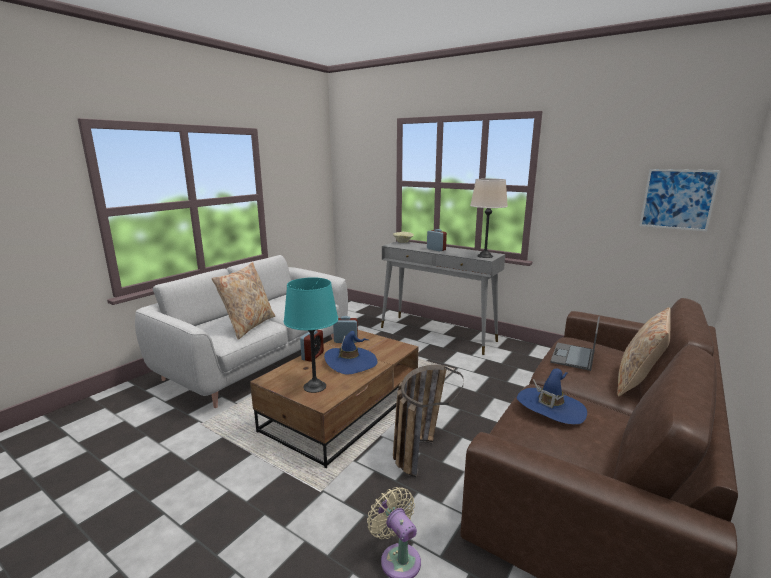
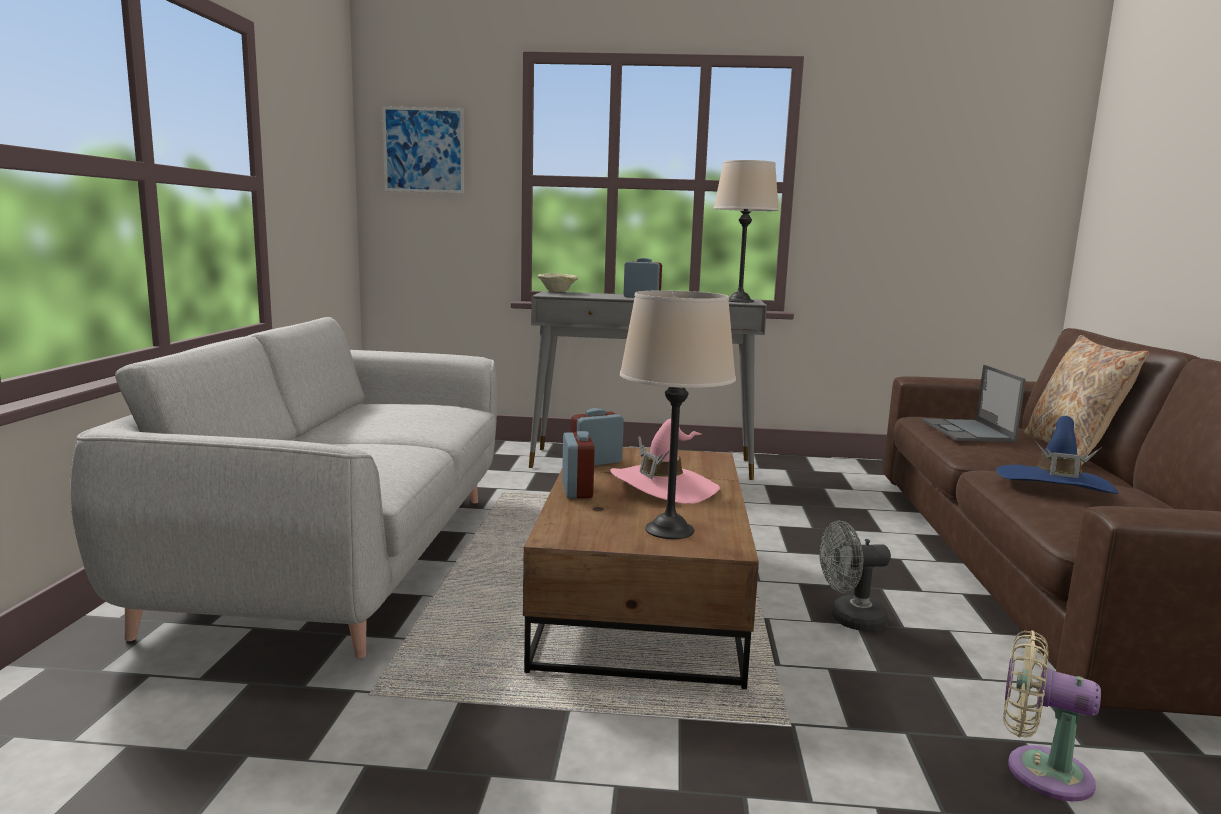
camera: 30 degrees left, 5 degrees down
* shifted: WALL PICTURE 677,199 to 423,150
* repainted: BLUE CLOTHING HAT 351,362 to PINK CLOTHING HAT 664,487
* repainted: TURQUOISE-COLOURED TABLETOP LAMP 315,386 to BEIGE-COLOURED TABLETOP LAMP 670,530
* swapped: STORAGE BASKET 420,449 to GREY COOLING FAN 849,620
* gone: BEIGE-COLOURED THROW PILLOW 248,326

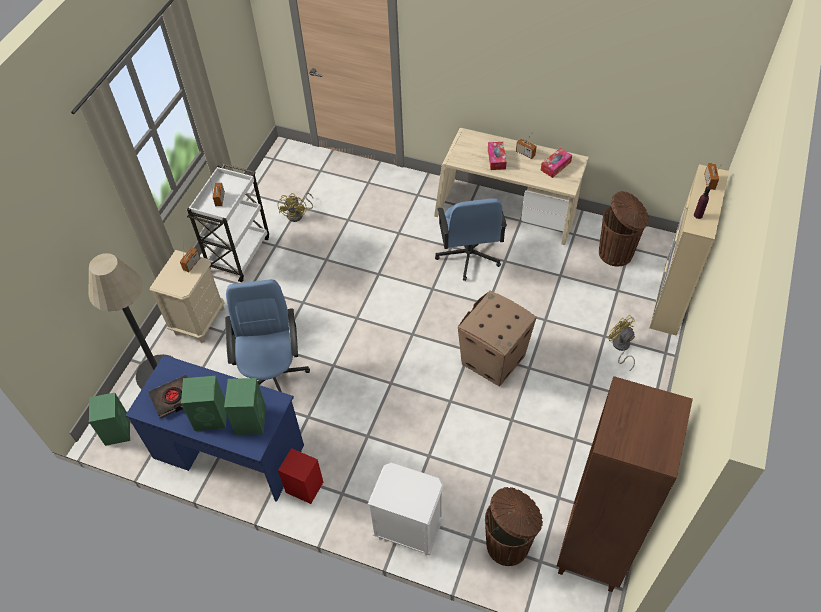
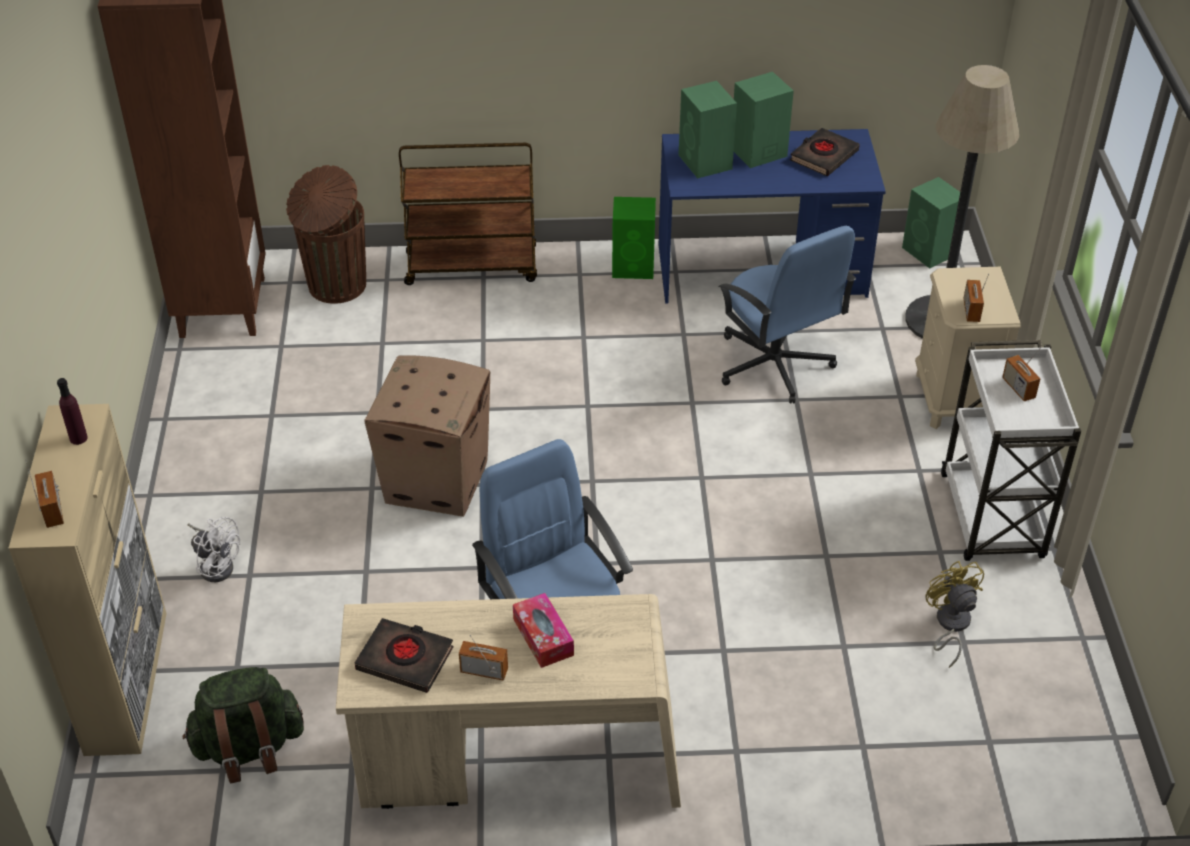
camera: 155 degrees right, 10 degrees down
* swapped: BROWNISH TRASH CAN 617,253 to GREEN-COLOURED KNAPSACK 249,748
* repainted: YELLOW-COLOURED COOLING FAN 620,347 to WHITE-COLOURED COOLING FAN 216,564
* swapped: BOX OF TISSUES 555,166 to BLACK-COLOURED BOUND BOOK 405,659
* swapped: WHITE-COLOURED NIGHTSTAND 408,529 to BROWNISH TROLLEY 472,266
* repainted: RED-COLOURED SPEAKER 303,487 to GREEN-COLOURED SPEAKER 634,267

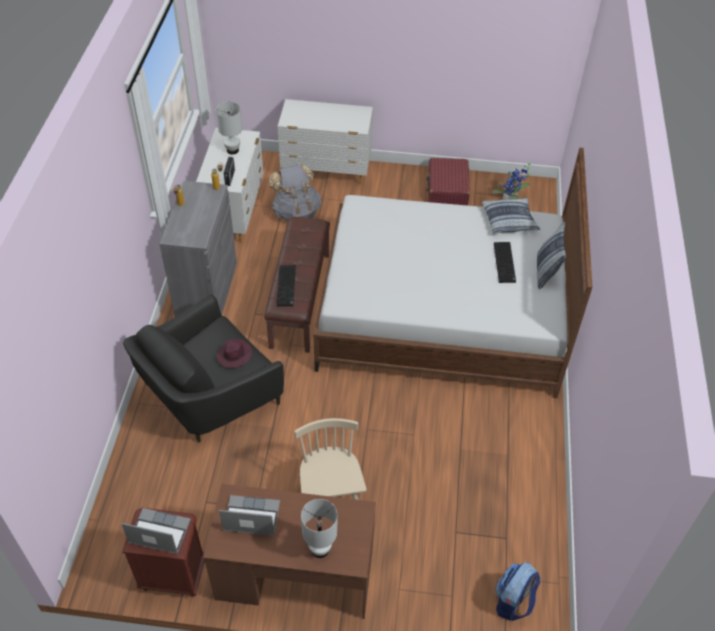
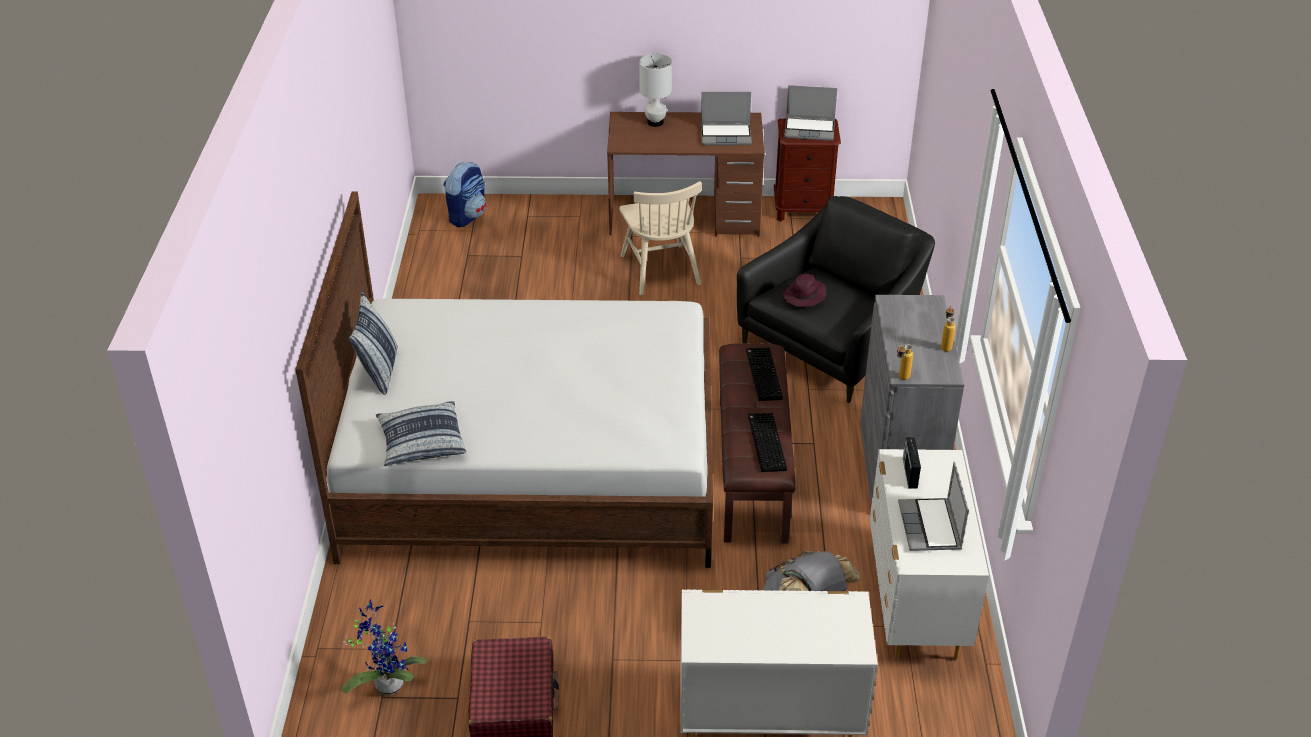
camera: 175 degrees right, 10 degrees down
* shifted: PC KEYBOARD 505,263 to 765,442
* swapped: WHITE-COLOURED TABLETOP LAMP 232,150 to NOTEBOOK COMPUTER 931,527

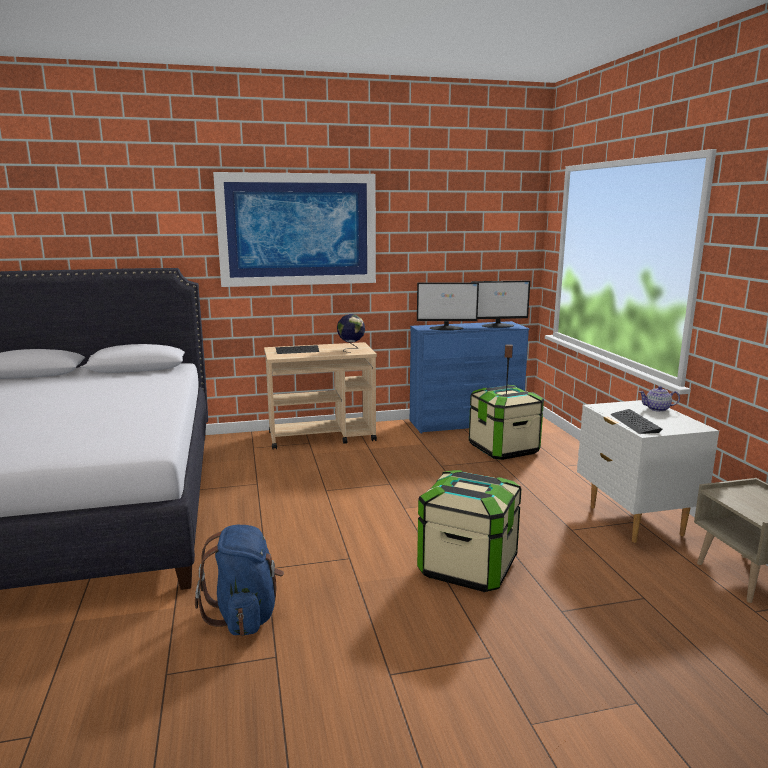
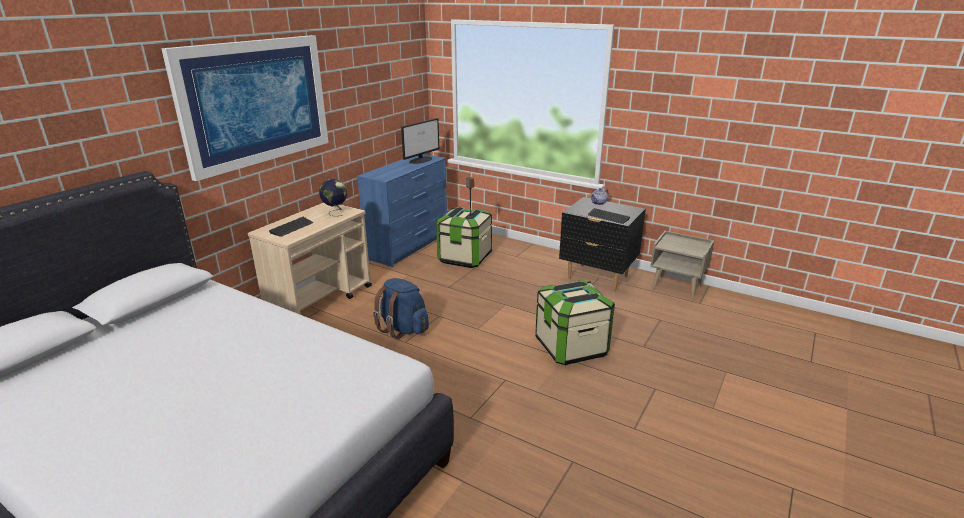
camera: 45 degrees left, 10 degrees up
* shifted: BLUE KNAPSACK 245,615 to 403,329
* repainted: WHITE-COLOURED NIGHTSTAND 634,521 to BLACK-COLOURED NIGHTSTAND 597,278
* gone: COMPUTER DISPLAY 446,328

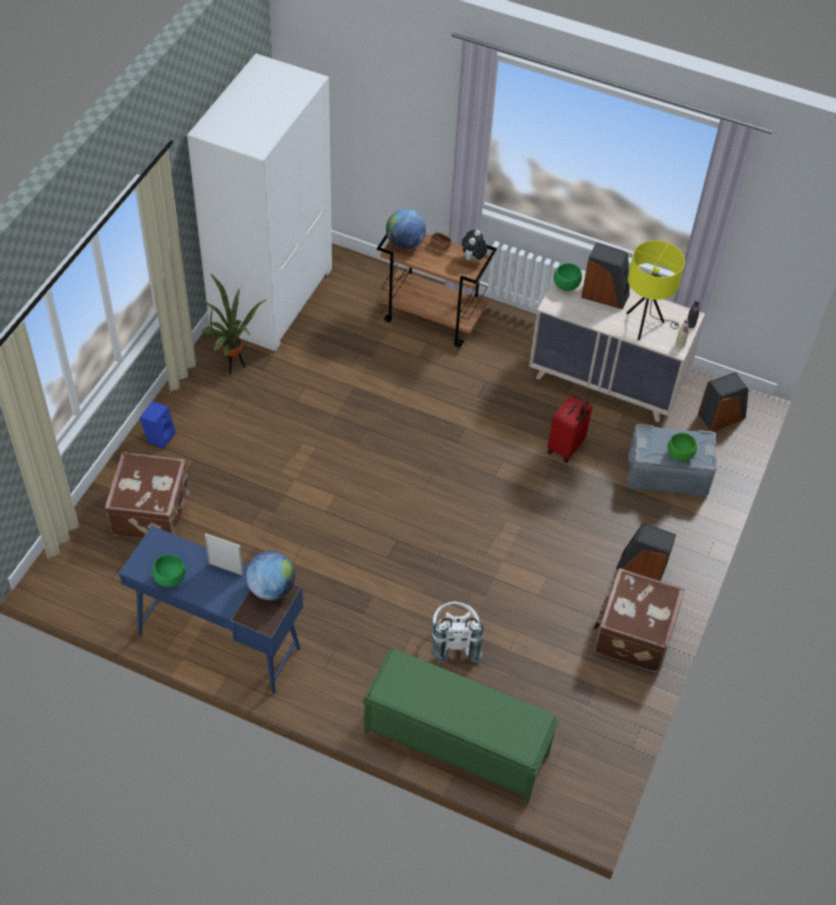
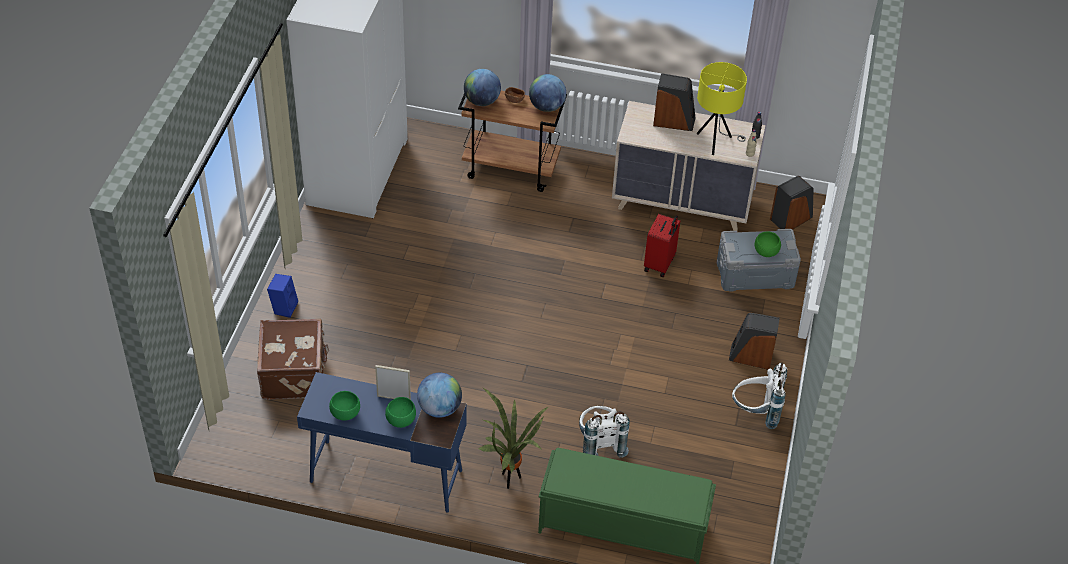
camera: 10 degrees left, 5 degrees down
* shifted: GREEN-COLOURED DEEP DISH 565,285 to 400,420
* shifted: HOUSEPLANT 234,366 to 510,478
* swapped: SOFT TOY 473,259 to GLOBE 546,107
* swapped: BROWNISH PIECE OF LUGGAGE 632,634 to WHITE-COLOURED KNAPSACK 756,413

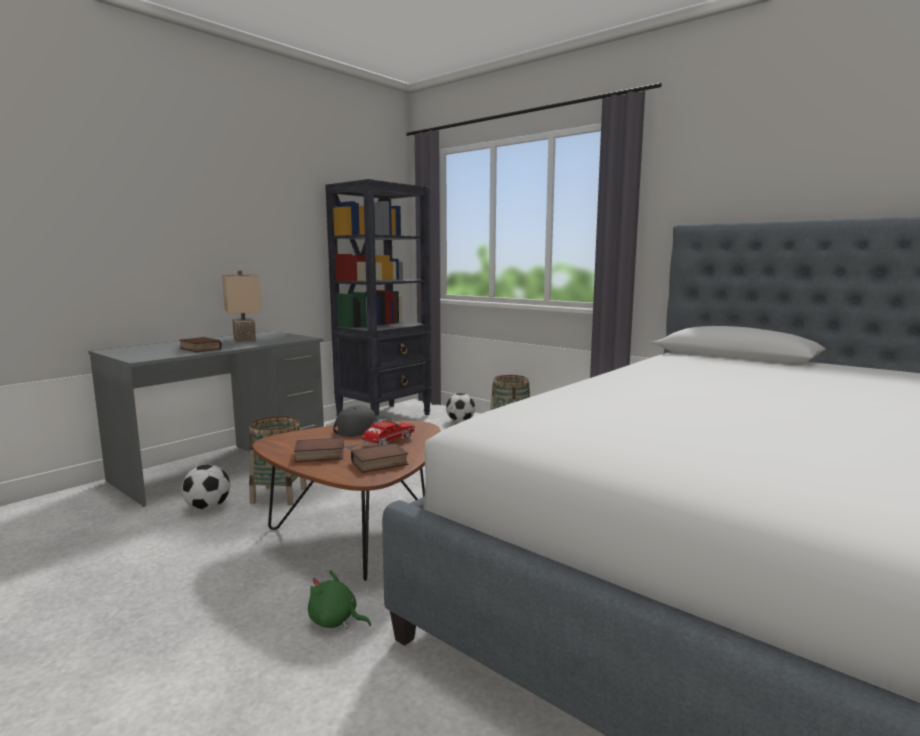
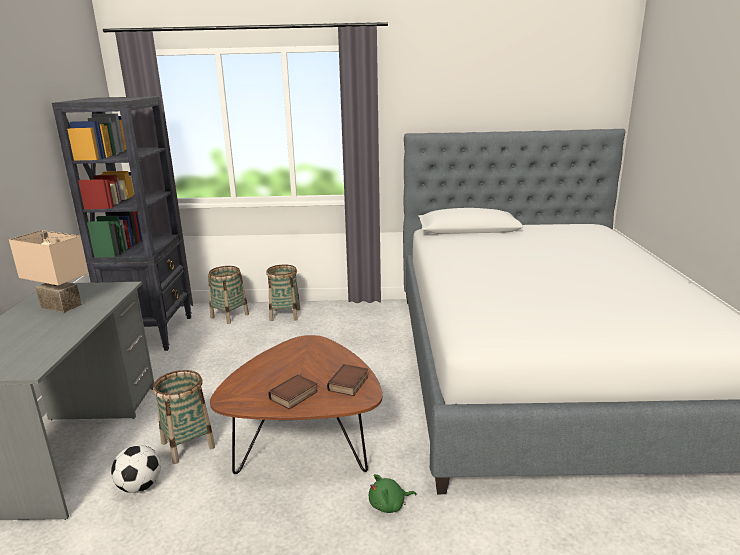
camera: 40 degrees left, 10 degrees up
* swapped: FOOTBALL 460,421 to STORAGE BASKET 229,316
* gone: BOUND BOOK 199,349
* gone: GREY CAP 363,429
* gone: MODEL TRUCK 386,443

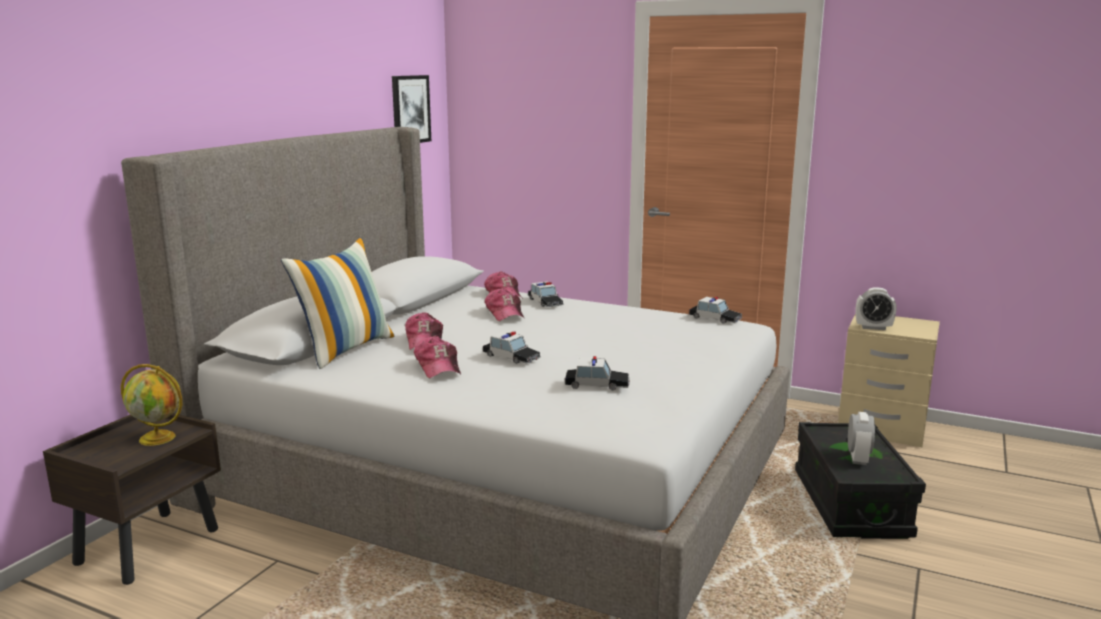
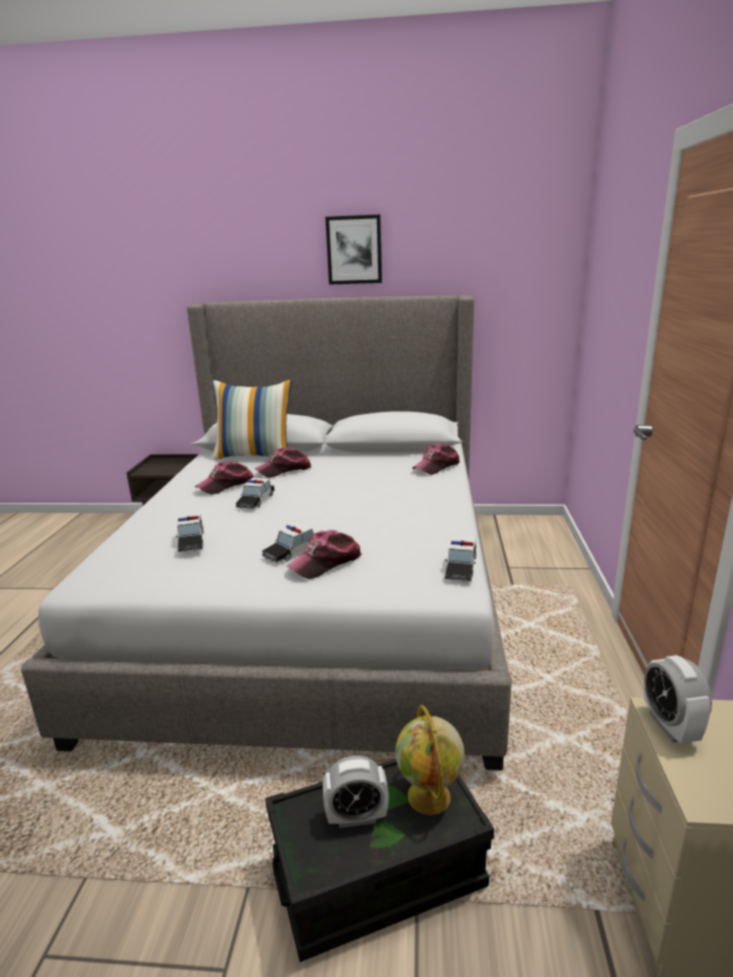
camera: 70 degrees right, 5 degrees up
* shifted: TOY CAR 545,302 to 292,551
* shifted: CAP 505,313 to 325,563
* shifted: WALL PICTURE 410,109 to 354,250
* shifted: GLOBE 158,438 to 429,797

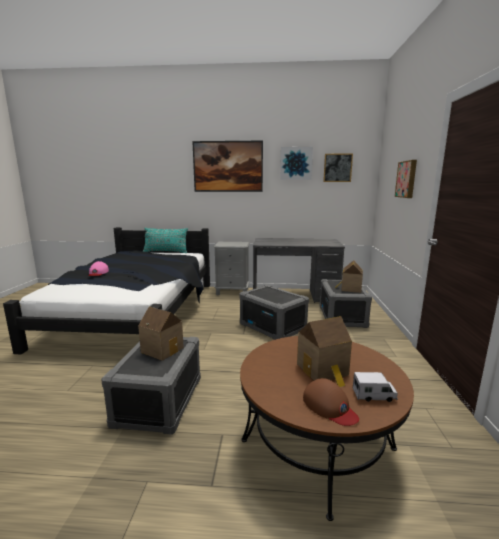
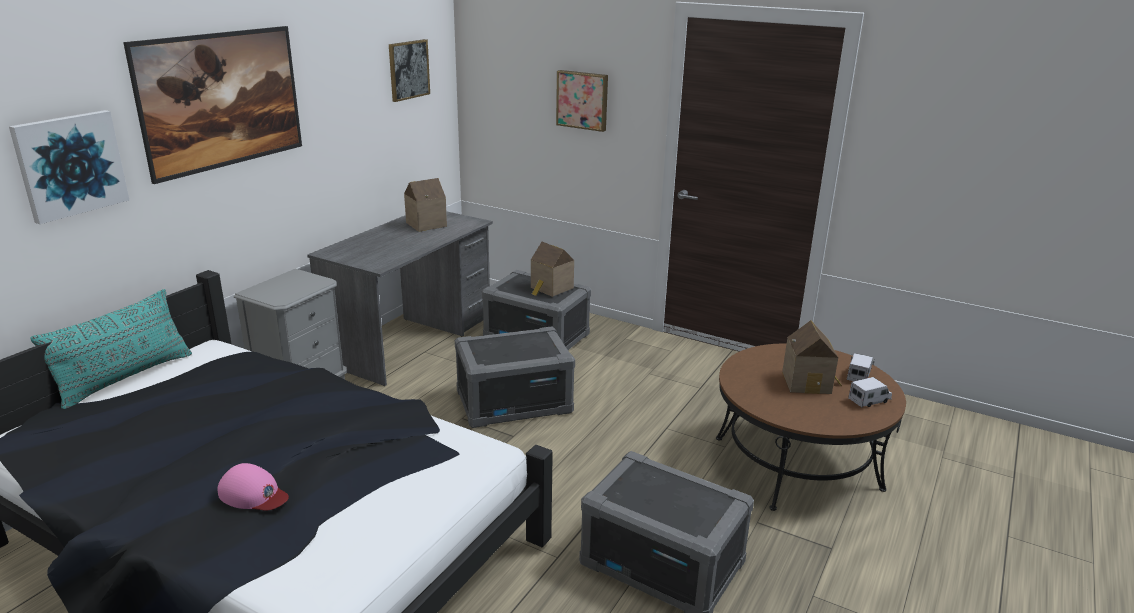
camera: 65 degrees left, 10 degrees up
* shifted: WALL PICTURE 296,163 to 70,165
* shifted: MINIATURE HOUSE 163,349 to 425,224
* swapped: BROWNISH CAP 329,406 to MODEL TRUCK 869,400

